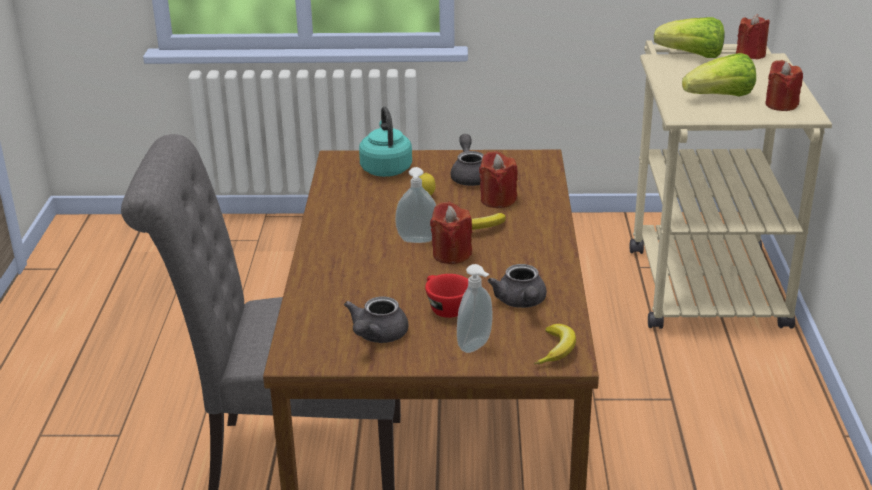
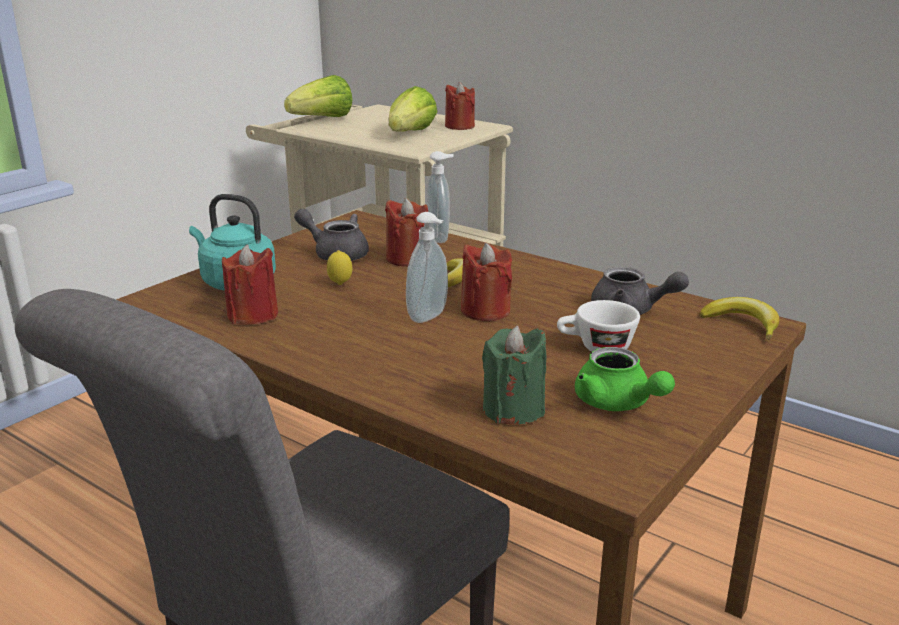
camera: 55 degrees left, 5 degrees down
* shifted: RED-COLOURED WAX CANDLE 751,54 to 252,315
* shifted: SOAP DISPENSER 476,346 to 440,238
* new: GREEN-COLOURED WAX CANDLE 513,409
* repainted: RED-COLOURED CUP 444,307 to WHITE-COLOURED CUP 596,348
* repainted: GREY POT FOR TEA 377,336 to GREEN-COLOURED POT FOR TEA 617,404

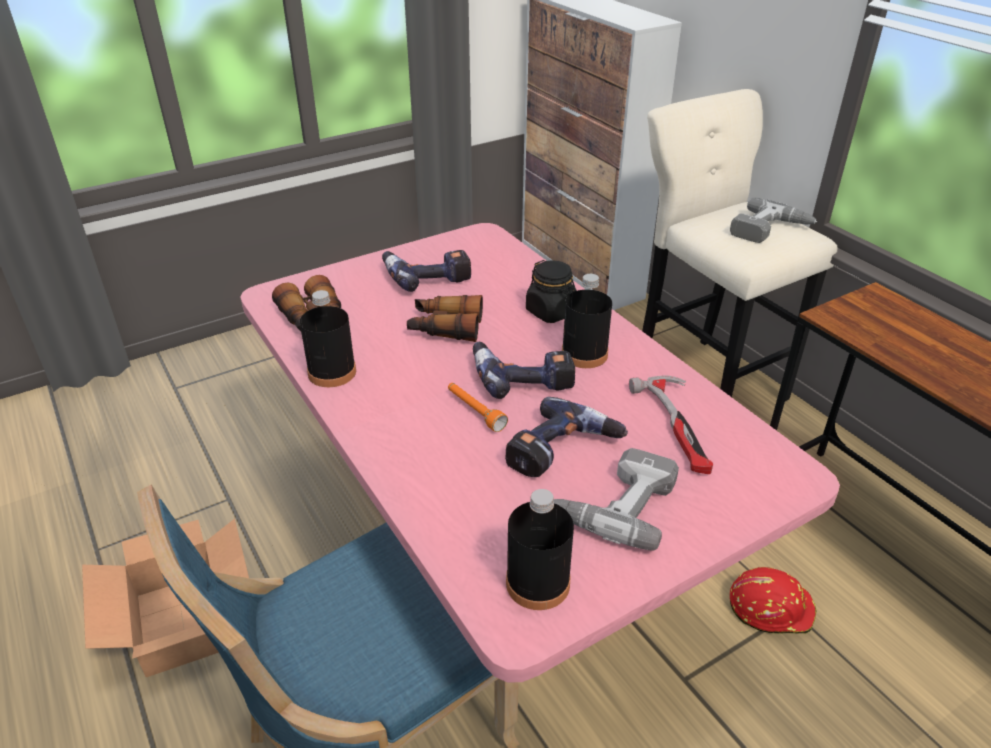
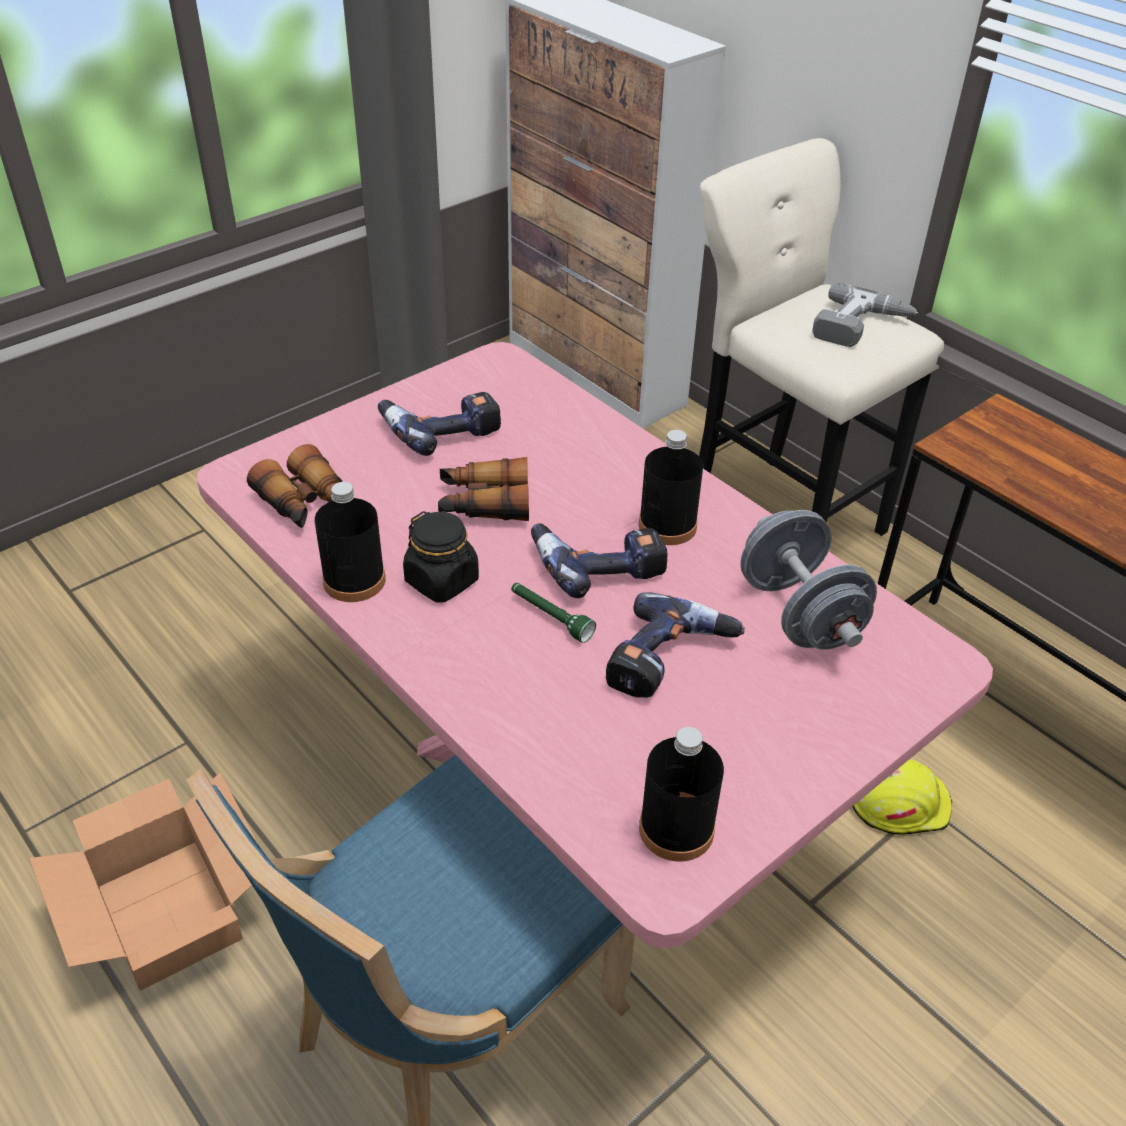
camera: 10 degrees left, 5 degrees up
* shifted: BLACK-COLOURED JAR 551,312 to 442,581
* repainted: ORANGE-COLOURED FLASHLIGHT 475,411 to GREEN-COLOURED FLASHLIGHT 550,617
* swapped: HAMMER 678,427 to GREY DUMBBELL 799,613
* repainted: RED-COLOURED WORK HELMET 770,607 to YELLOW-COLOURED WORK HELMET 898,802
* gone: POWER DRILL 614,503

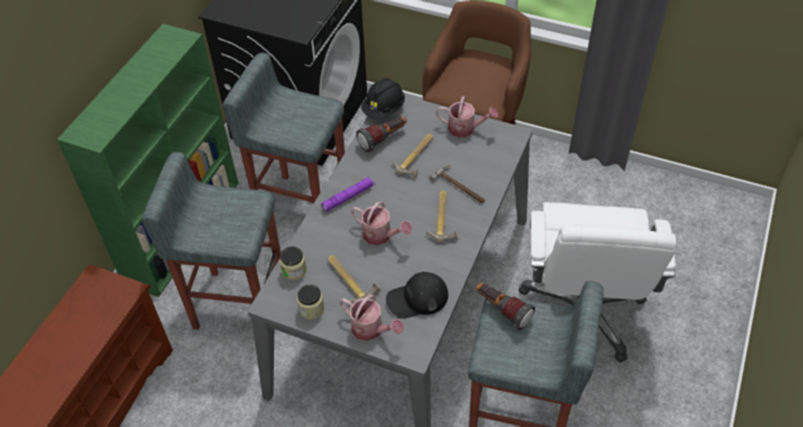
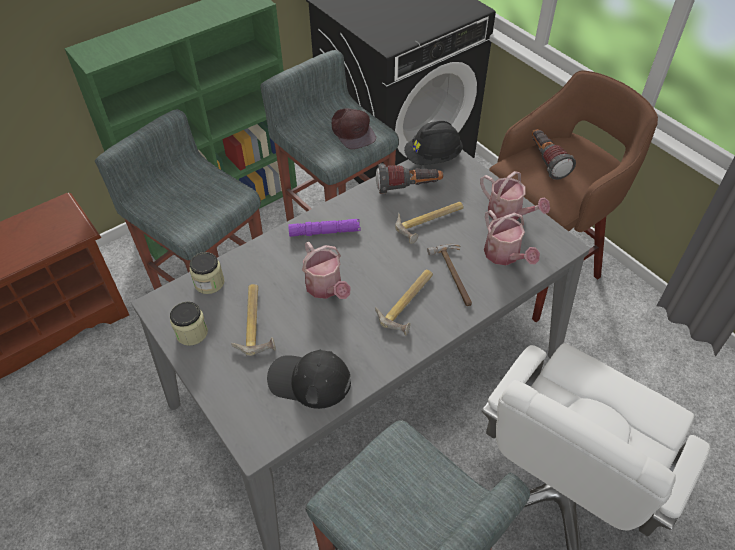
camera: 30 degrees right, 0 degrees up
* new: BROWNISH CAP 352,131
* shifted: SPRINKLING CAN 371,329 to 505,256
* shifted: FLASHLIGHT 502,310 to 546,161

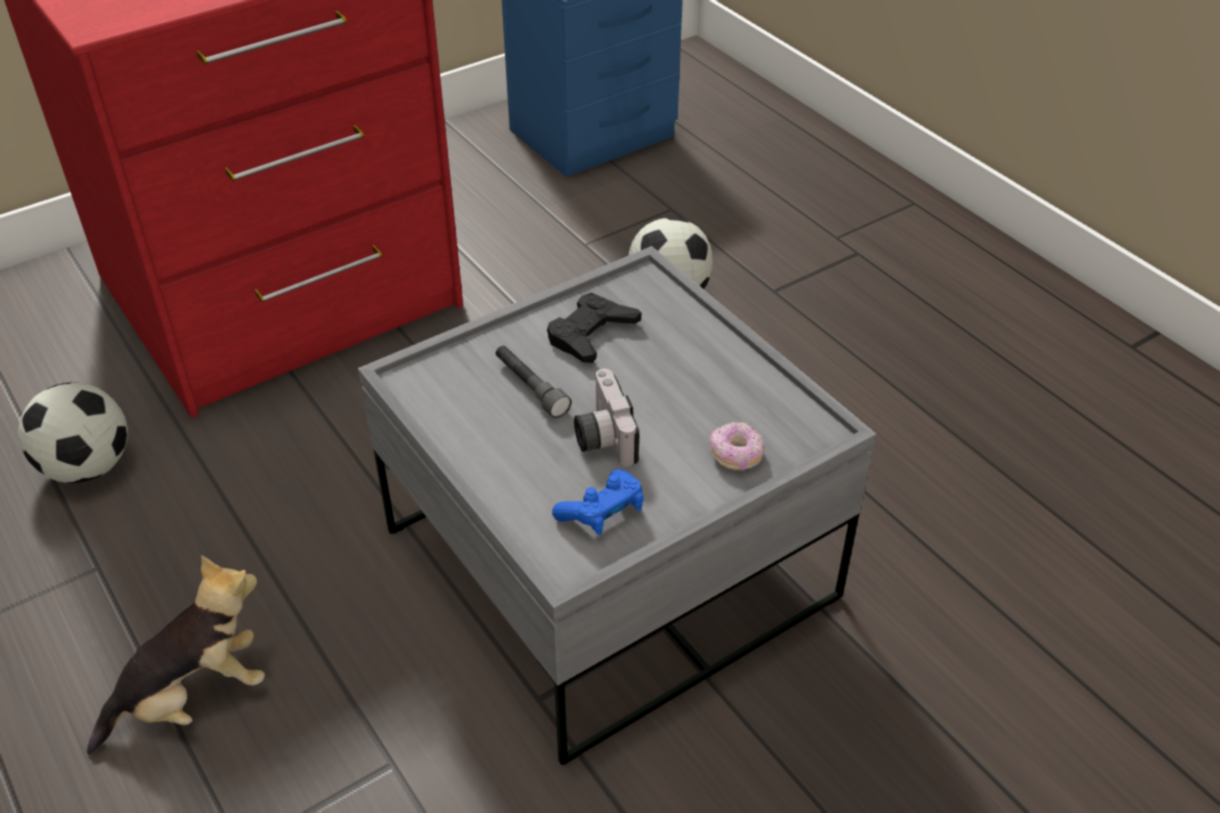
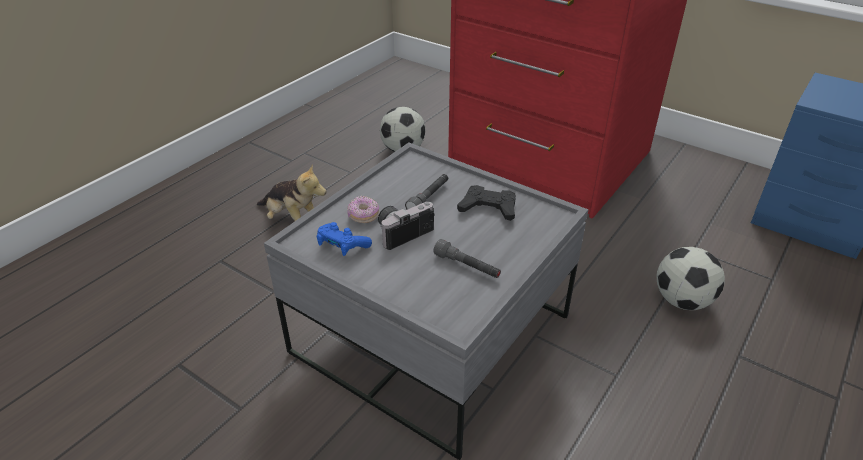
camera: 70 degrees right, 5 degrees down
* shifted: DONUT 736,455 to 363,216
* new: GREY FLASHLIGHT 467,266

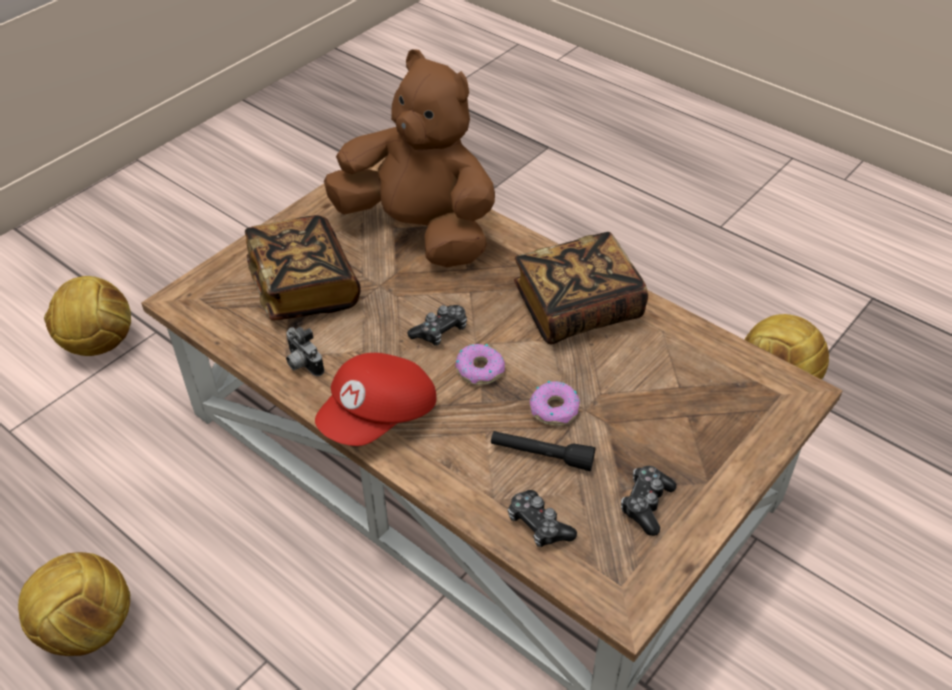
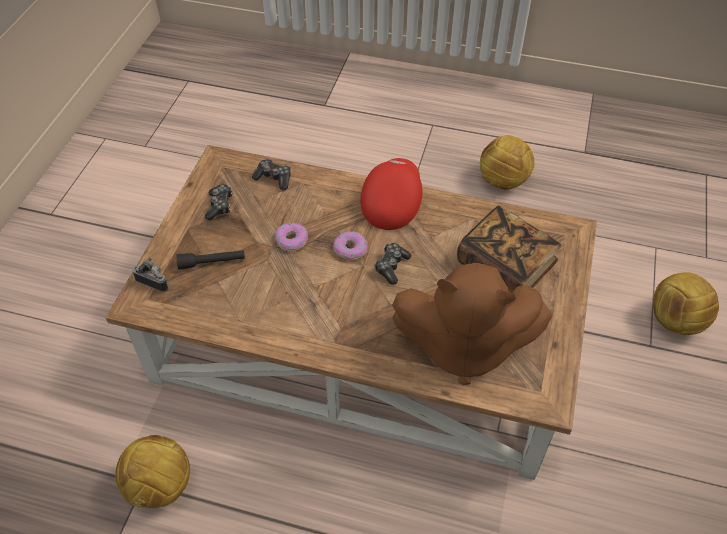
camera: 155 degrees right, 5 degrees up
* shifted: STILL CAMERA 302,364 to 154,281
* shifted: BLACK-COLOURED FLASHLIGHT 541,455 to 212,263
* gone: BOUND BOOK 577,308

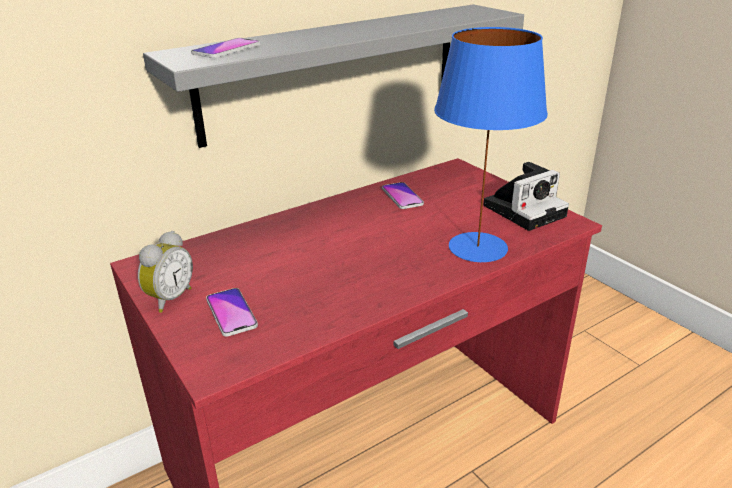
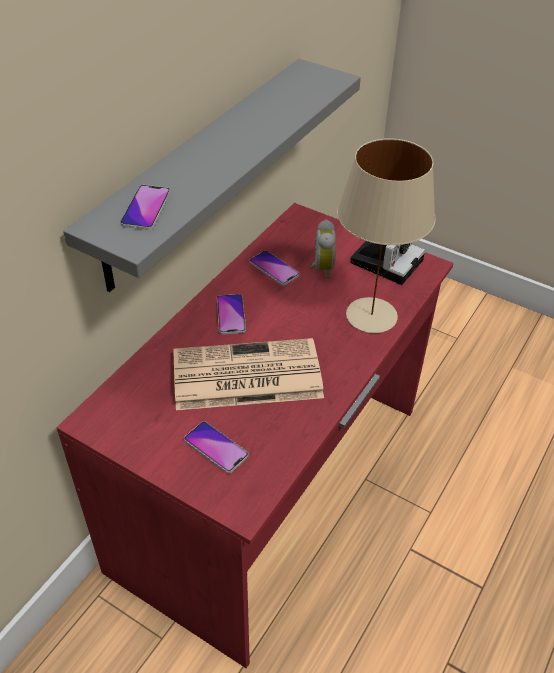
camera: 25 degrees left, 15 degrees up
* new: PRINTED PAPER 244,376
* new: PHONE 231,315
* shifted: BEDSIDE CLOCK 169,298 to 321,268
* repainted: BLUE TABLETOP LAMP 478,247 to BEIGE-COLOURED TABLETOP LAMP 371,314

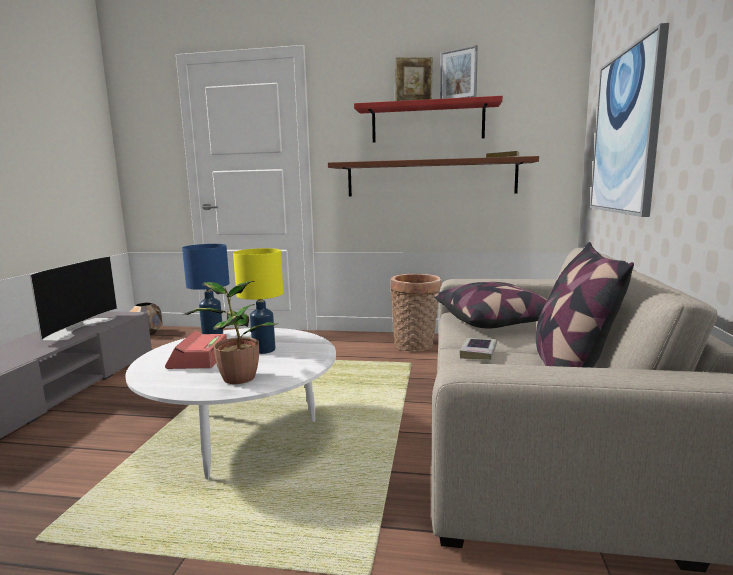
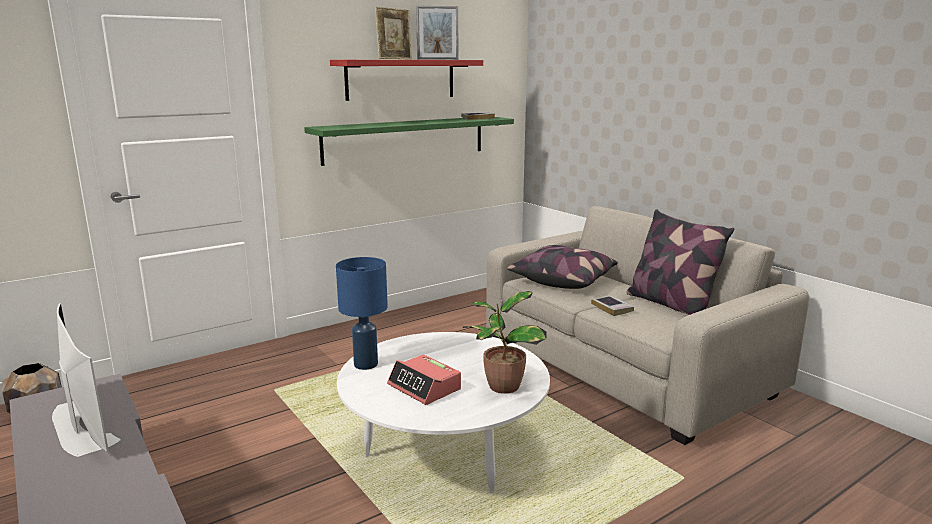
camera: 45 degrees left, 5 degrees up
* repainted: BROWNISH SHELF 430,178 to GREEN-COLOURED SHELF 406,139
* gone: YELLOW-COLOURED TABLETOP LAMP 264,350
* gone: STORAGE BASKET 416,346
* gone: WALL PICTURE 625,133

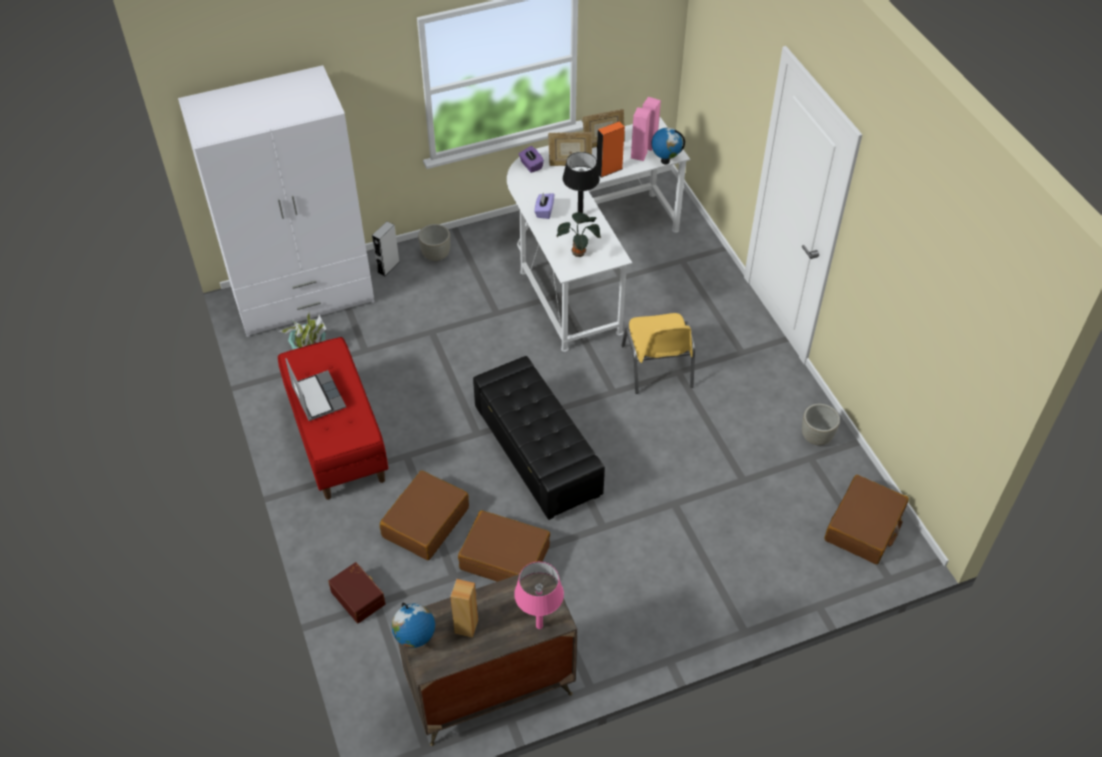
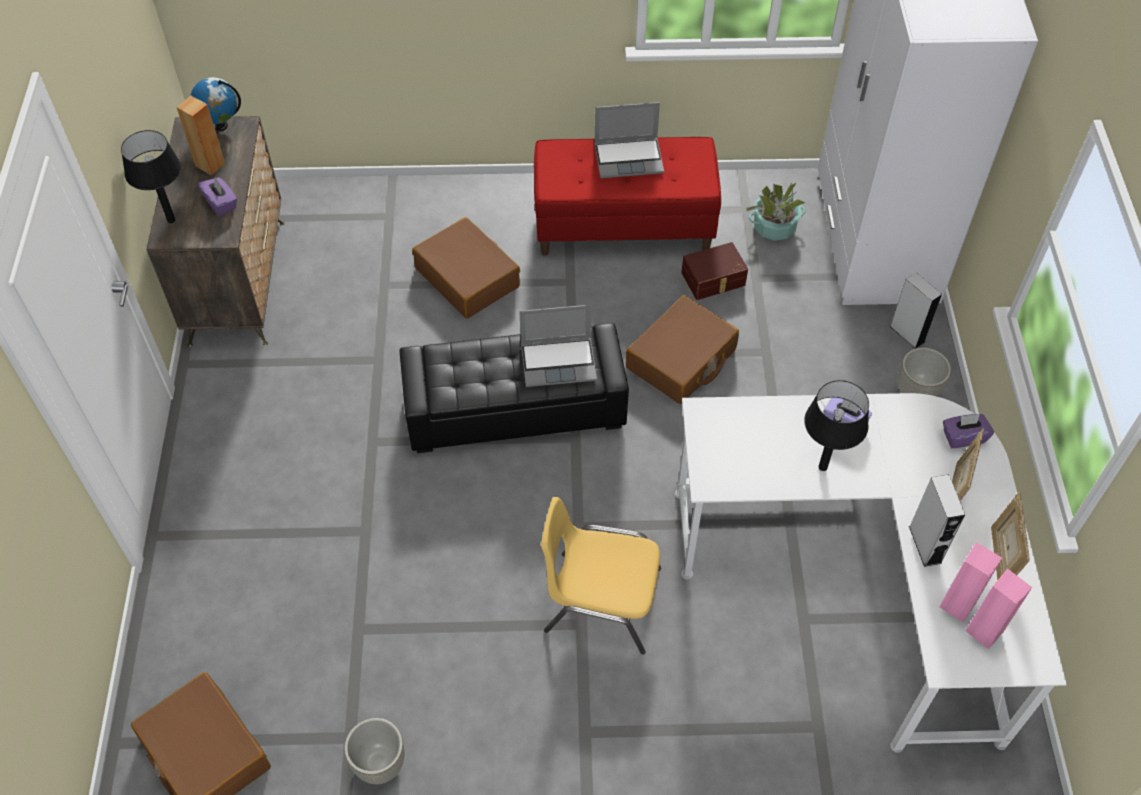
camera: 110 degrees right, 5 degrees up
* repainted: PINK TABLETOP LAMP 539,625 to BLACK-COLOURED TABLETOP LAMP 171,220
* new: PURPLE BOX OF TISSUES 221,203
* new: NOTEBOOK COMPUTER 559,362
* shifted: BROWNISH PIECE OF LUGGAGE 505,557 to 681,359
* shifted: BROWNISH STORAGE BIN 359,597 to 714,280
* repainted: ORANGE-COLOURED SPEAKER 609,170 to GREY SPEAKER 925,544
* gone: HOUSEPLANT 579,252
* gone: GLOBE 665,161

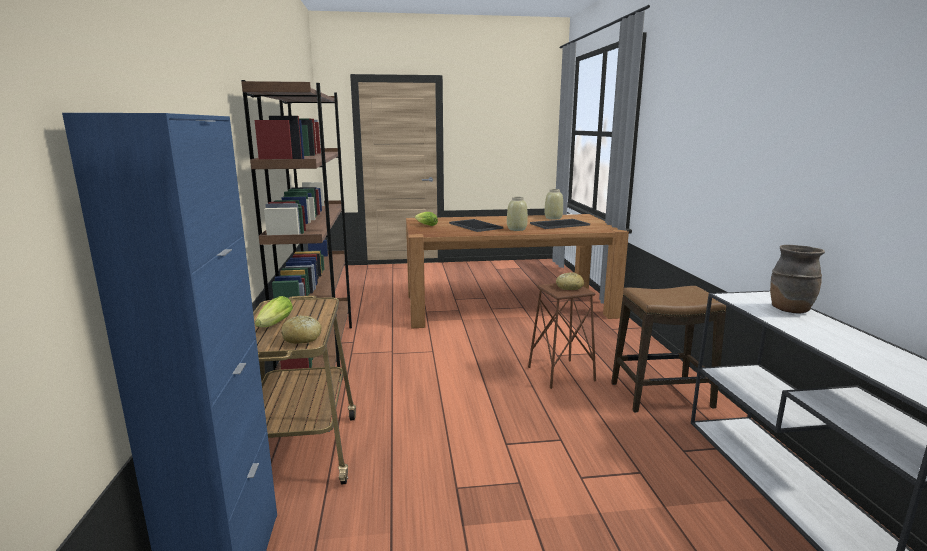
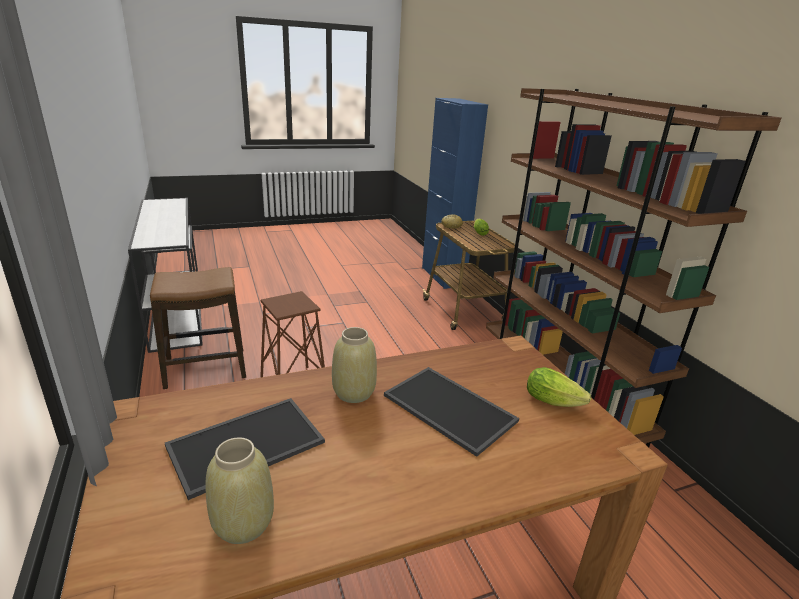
camera: 165 degrees right, 10 degrees up
* gone: BAKED BREAD 569,287
* gone: BROWNISH VASE 789,310

